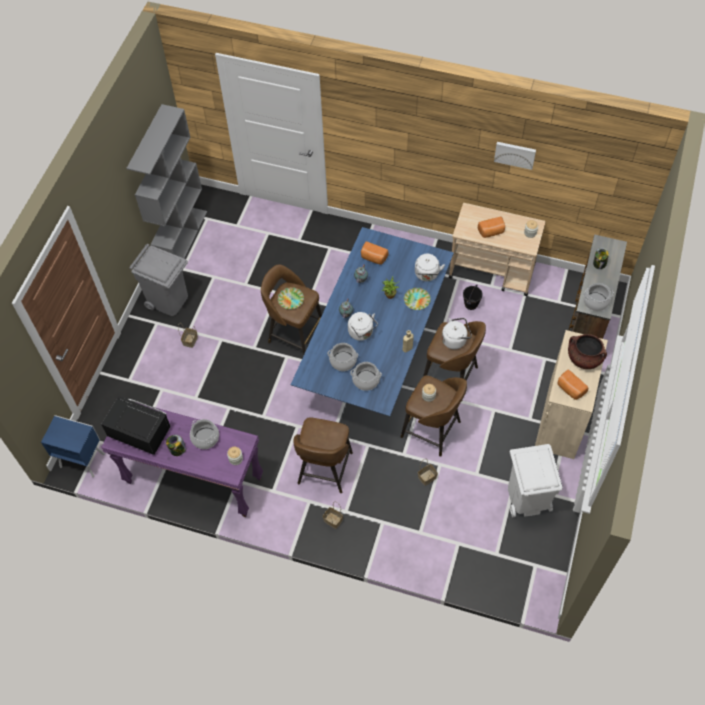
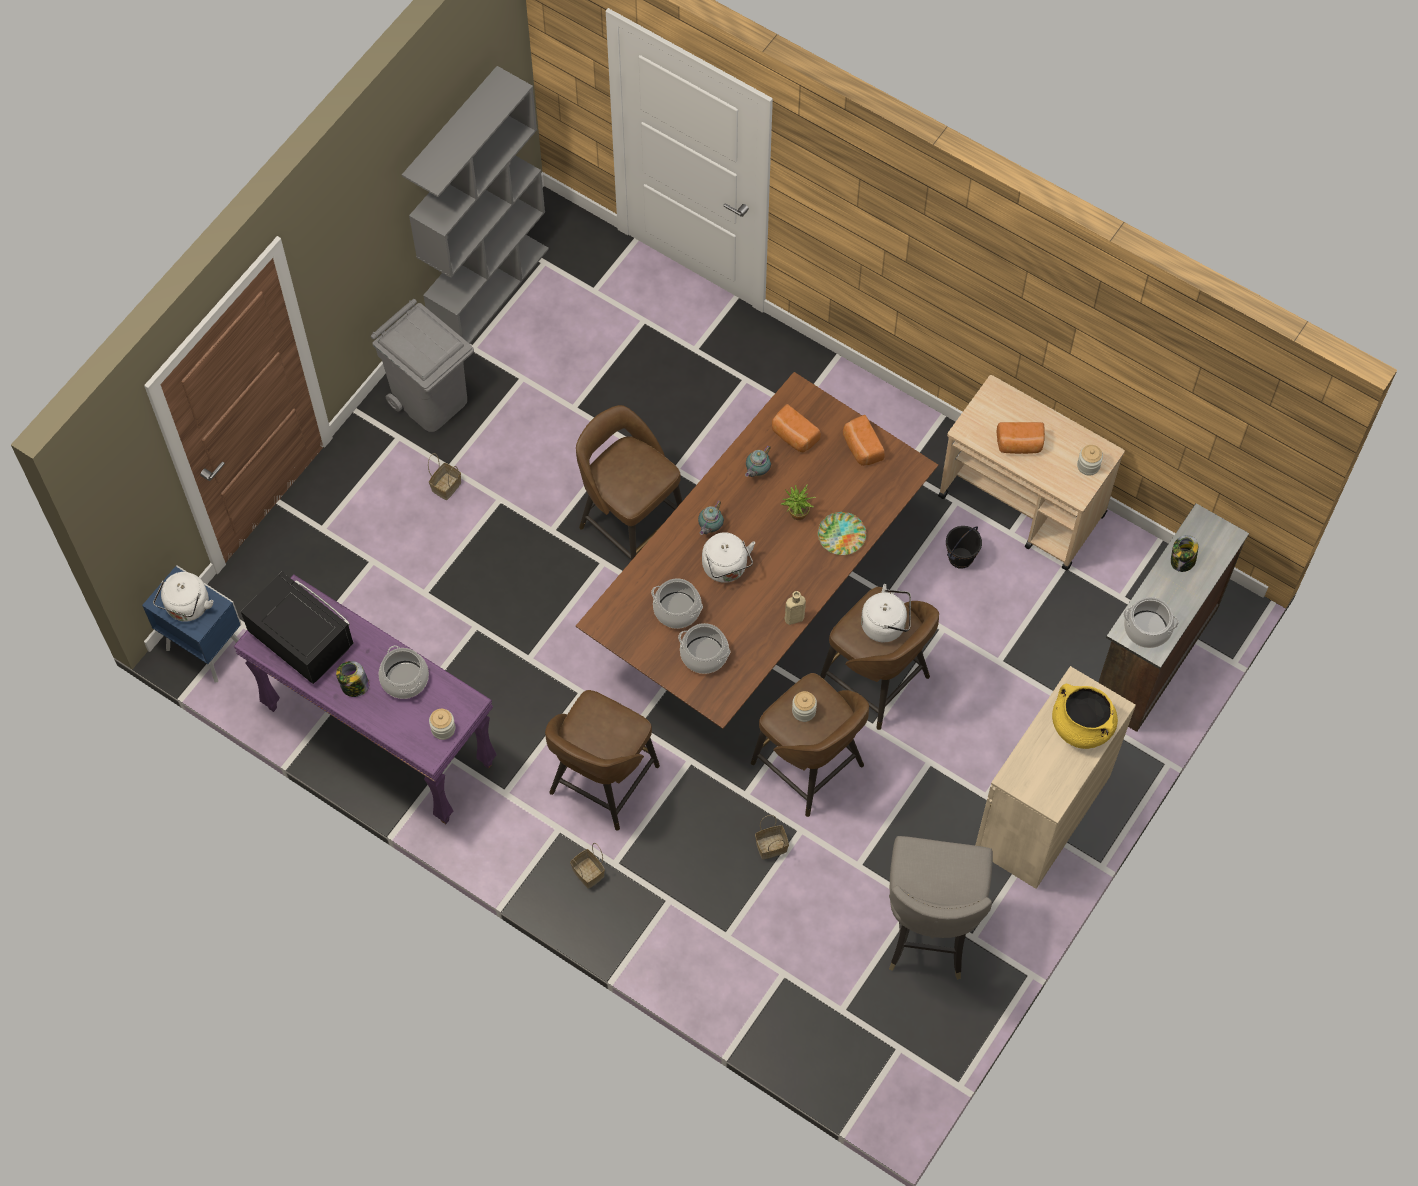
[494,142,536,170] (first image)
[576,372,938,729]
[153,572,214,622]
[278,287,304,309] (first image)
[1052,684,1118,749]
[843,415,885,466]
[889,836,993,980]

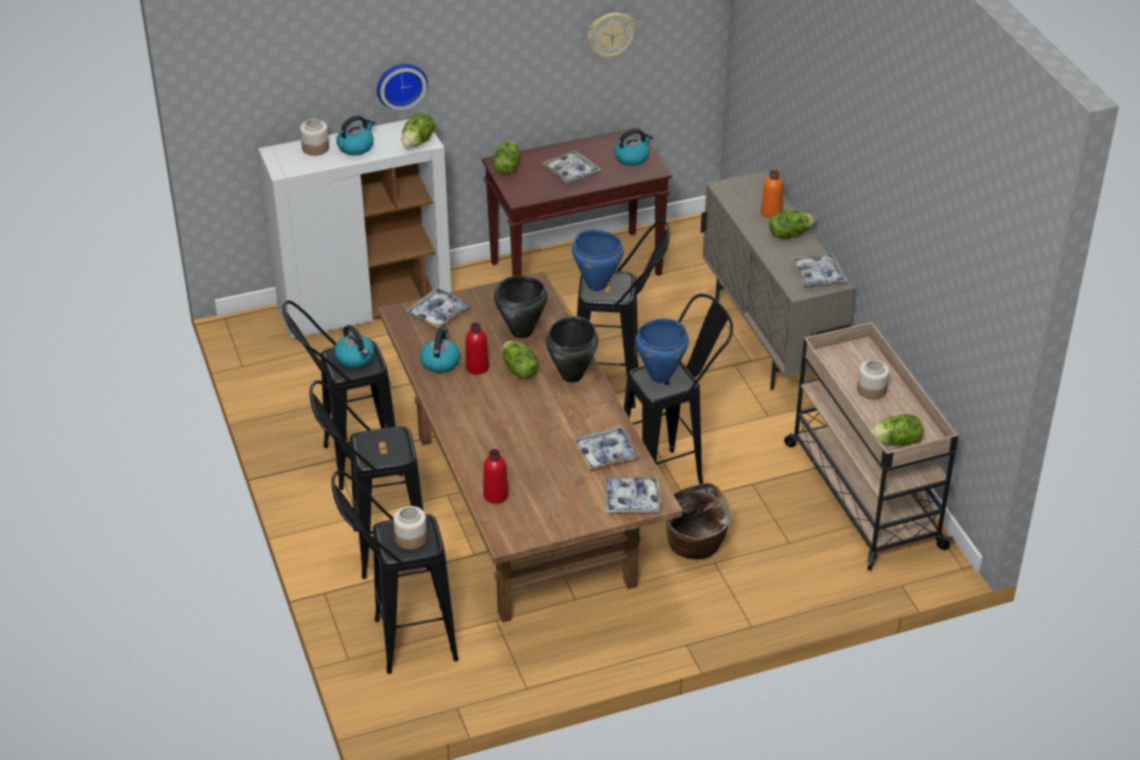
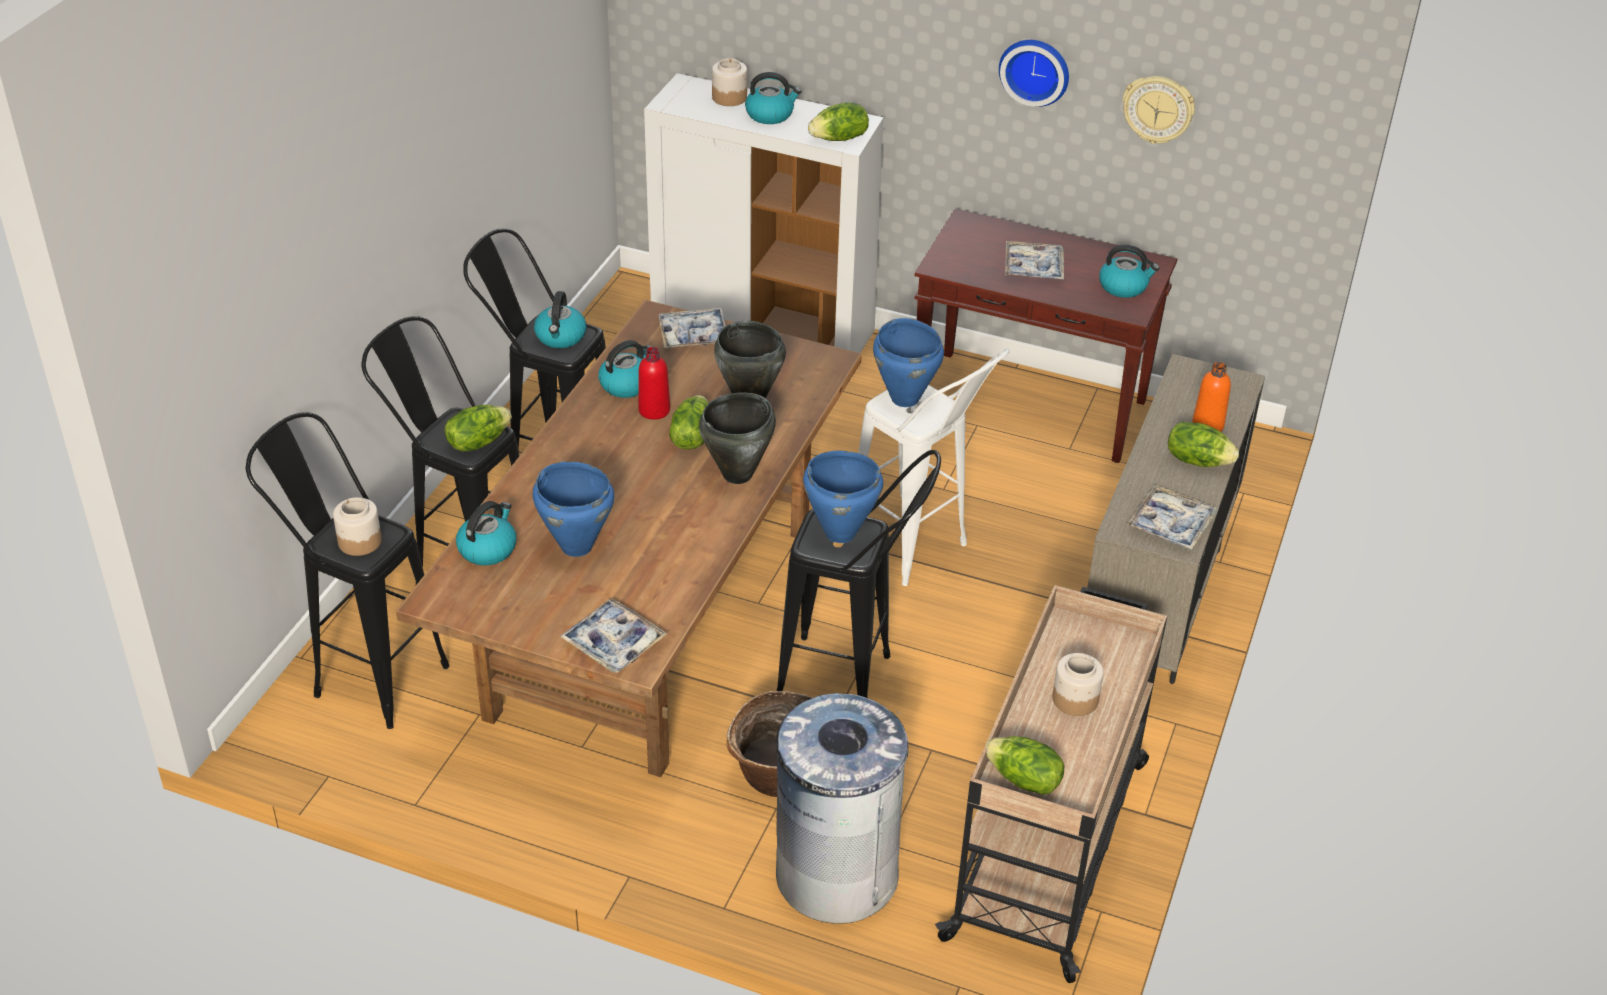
[999,40,1069,107]
[444,405,512,451]
[858,348,1010,586]
[574,427,639,469] (first image)
[456,501,516,566]
[533,461,614,557]
[776,693,908,924]

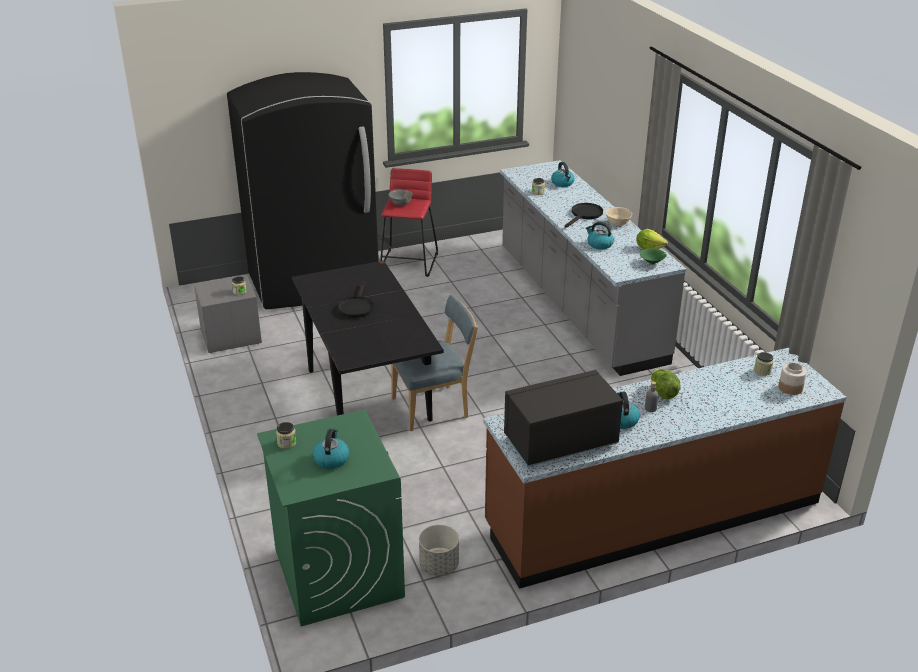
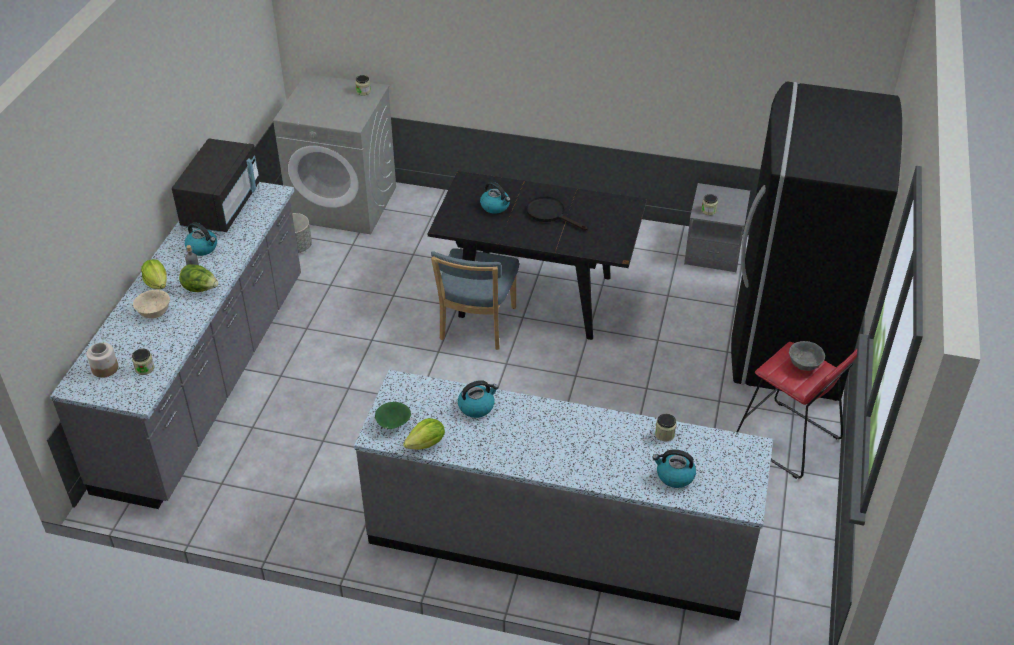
[565,203,603,227] (first image)
[133,289,170,319]
[50,182,301,509]
[273,74,396,234]
[480,182,511,214]
[141,259,167,289]

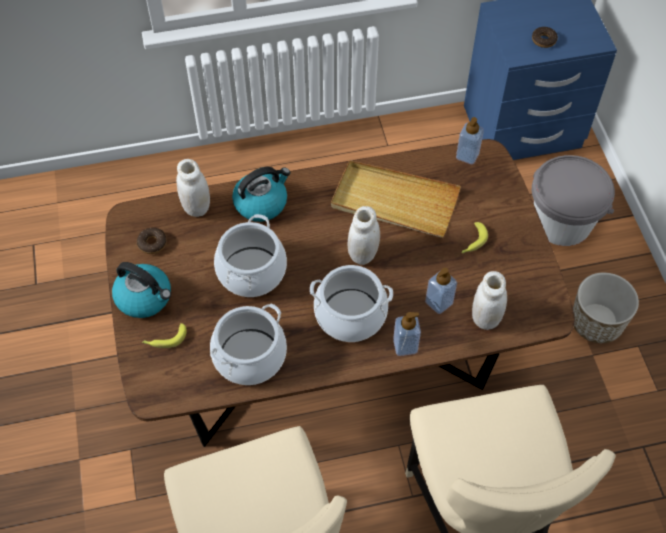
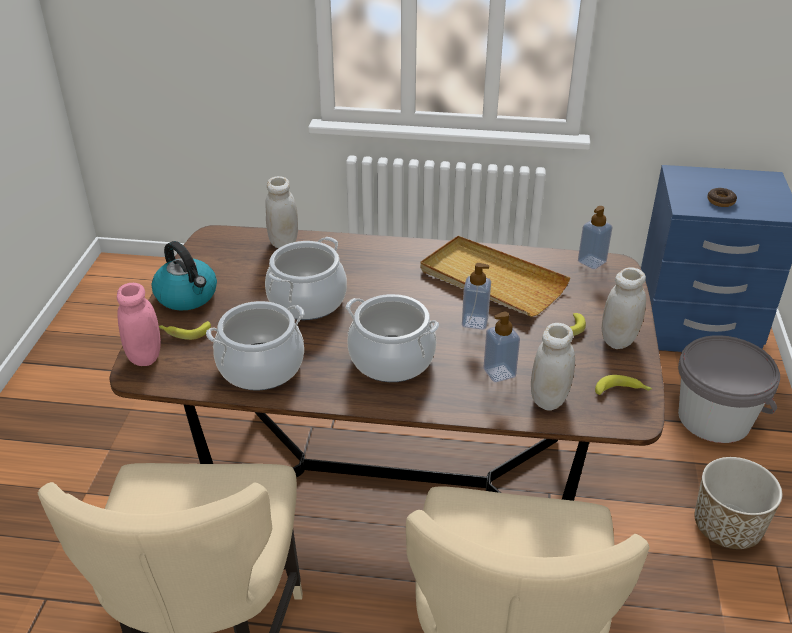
[232,167,290,222] (first image)
[602,267,646,349]
[137,228,167,254] (first image)
[462,263,491,330]
[117,283,161,366]
[595,375,652,395]

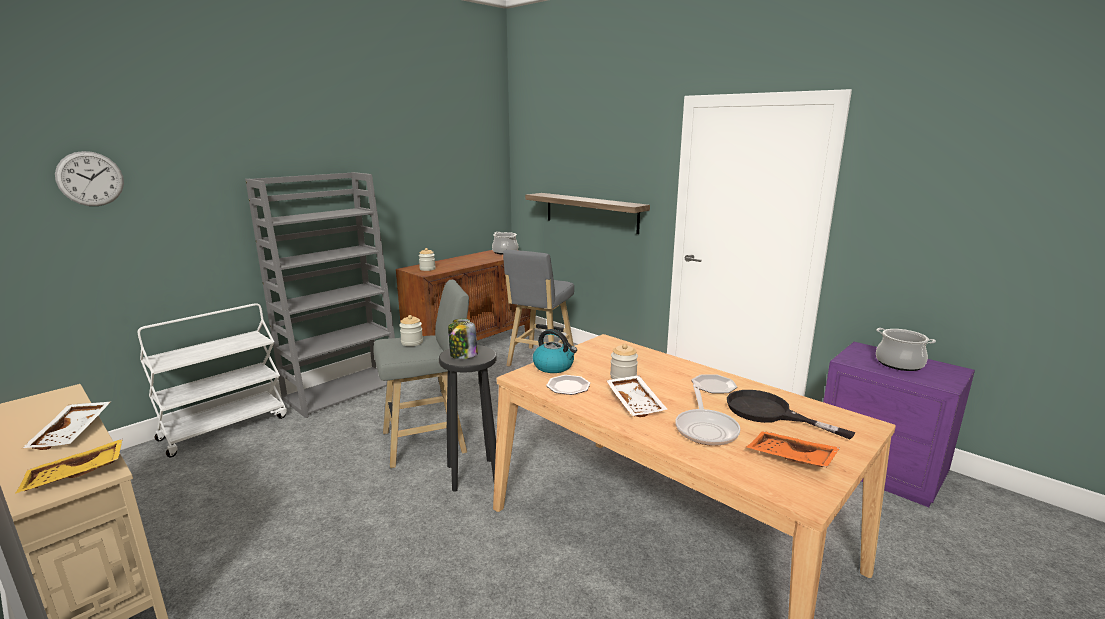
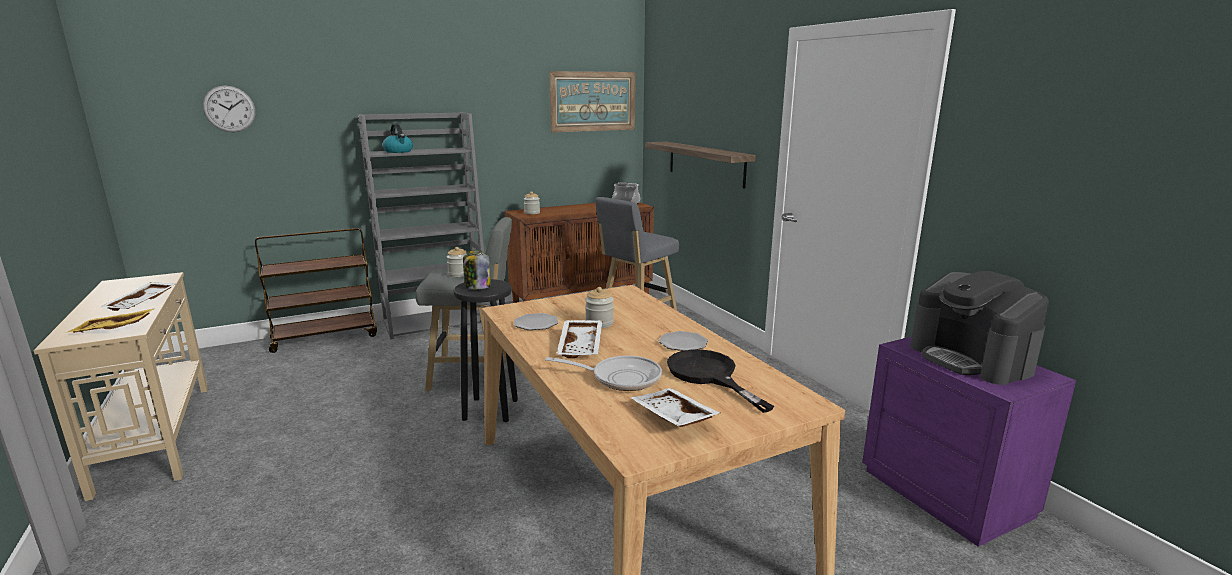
[255,228,377,353]
[910,271,1049,385]
[382,123,413,153]
[545,355,662,391]
[631,388,721,427]
[549,71,635,132]

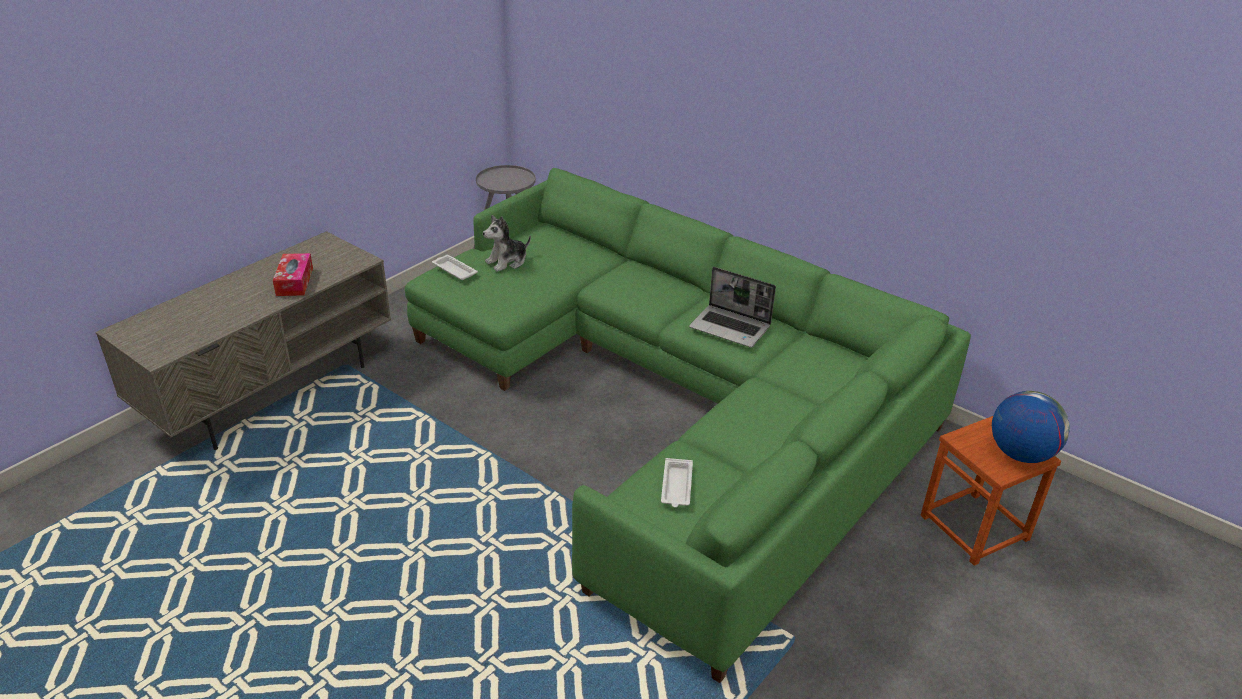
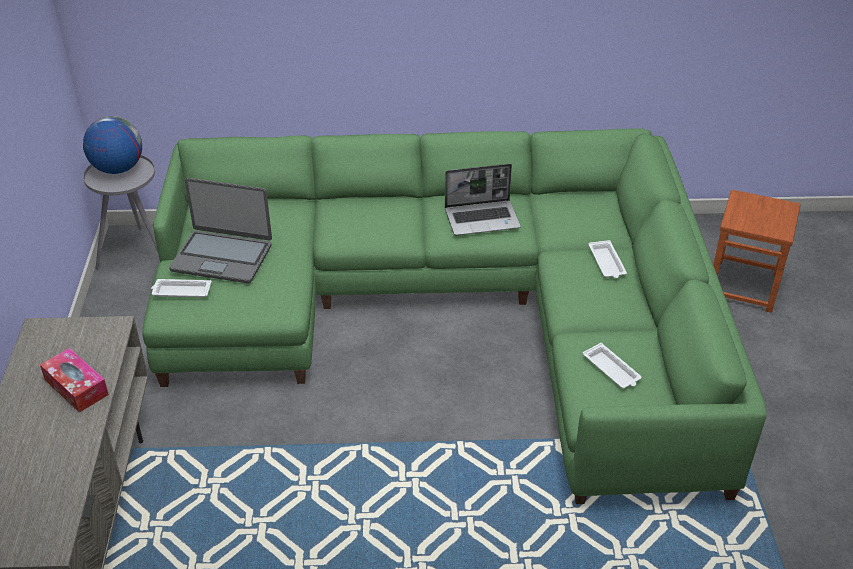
[169,178,272,283]
[83,116,142,174]
[588,240,627,278]

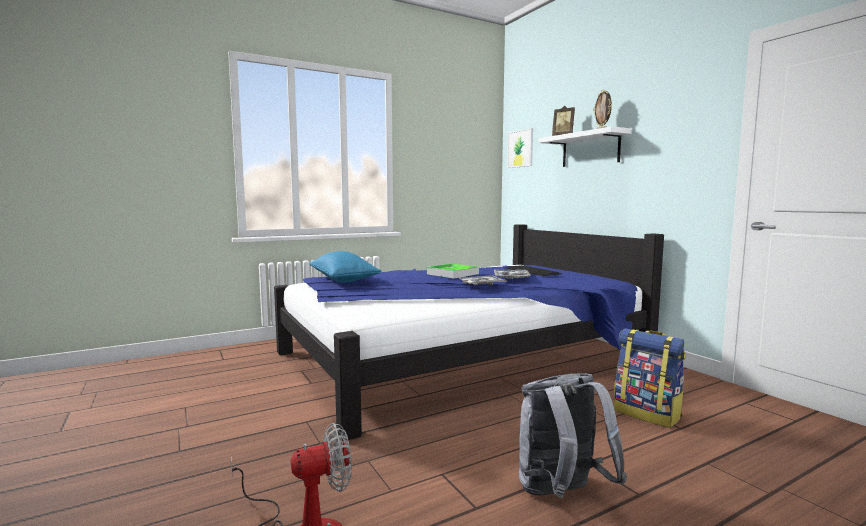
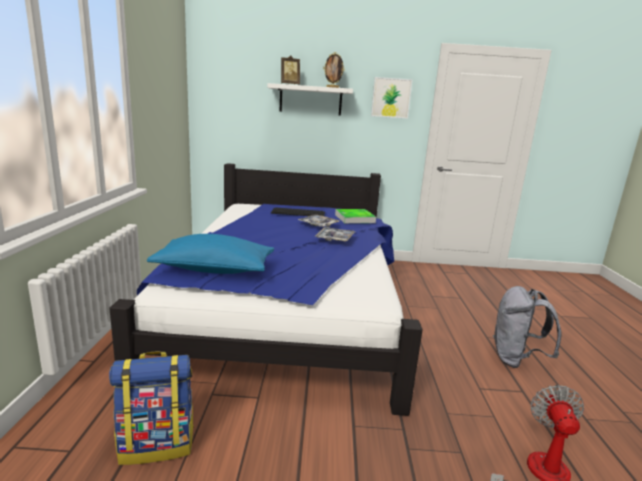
[371,77,413,119]
[335,209,376,223]
[109,351,194,465]

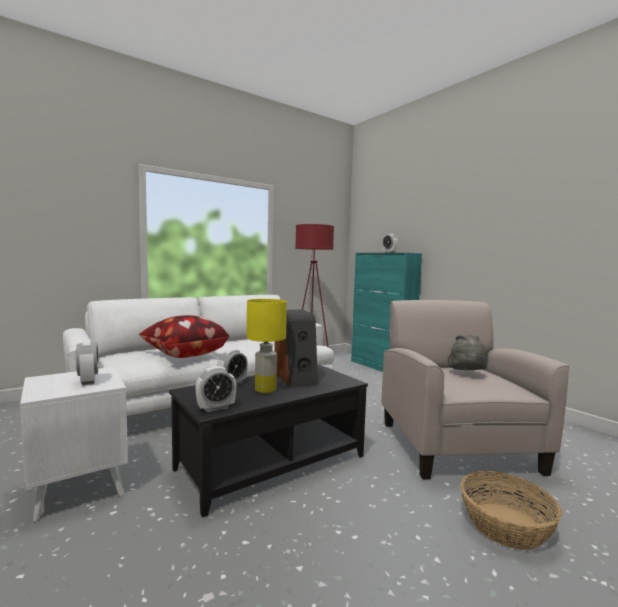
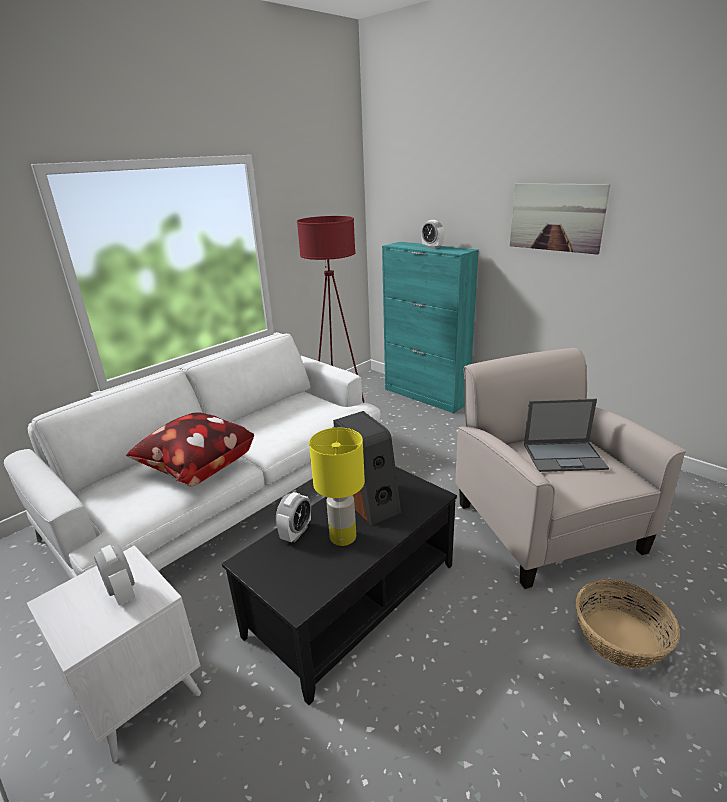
[524,399,609,472]
[196,366,236,412] (first image)
[510,183,610,255]

